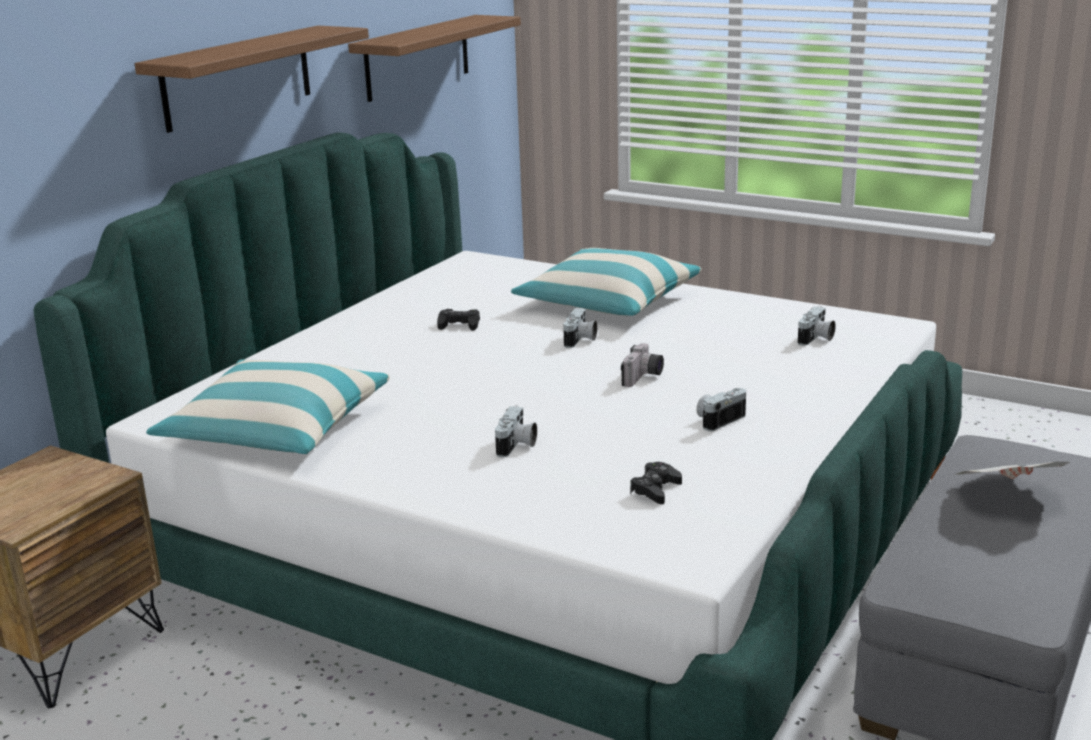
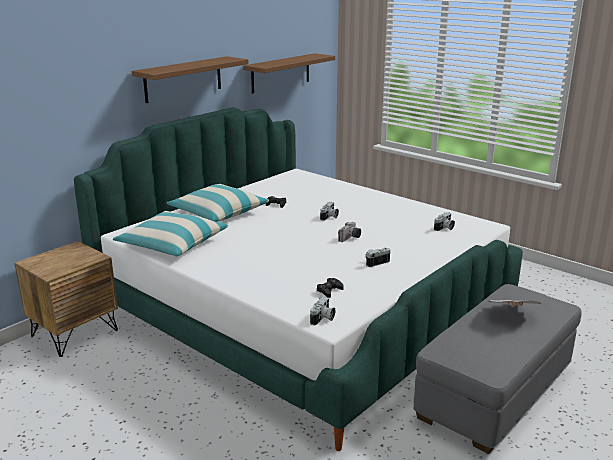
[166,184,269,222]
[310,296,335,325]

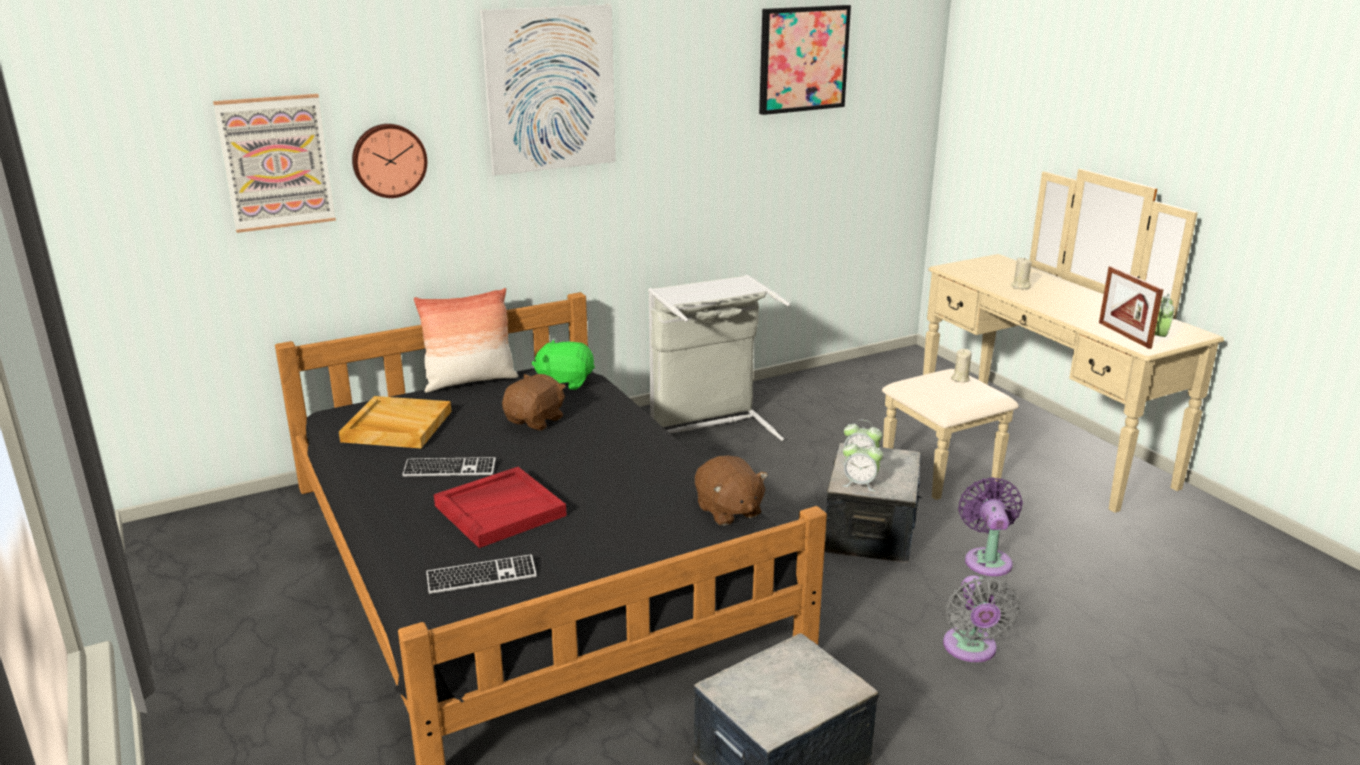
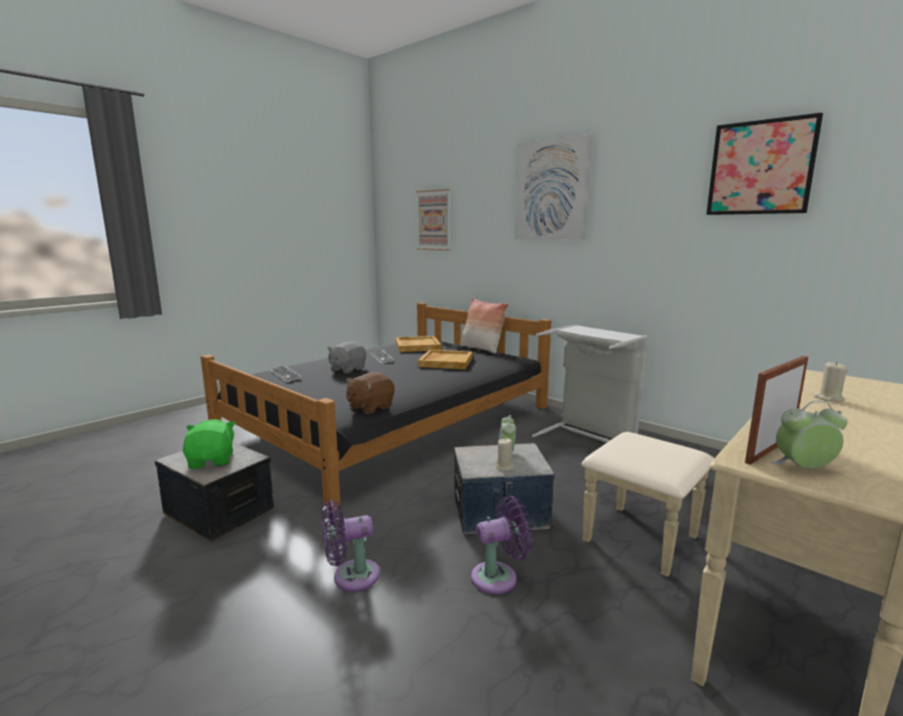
[352,124,427,198] (first image)
[183,419,235,469]
[496,438,514,471]
[418,350,473,369]
[842,439,883,492] (first image)
[327,342,366,374]
[322,500,380,591]

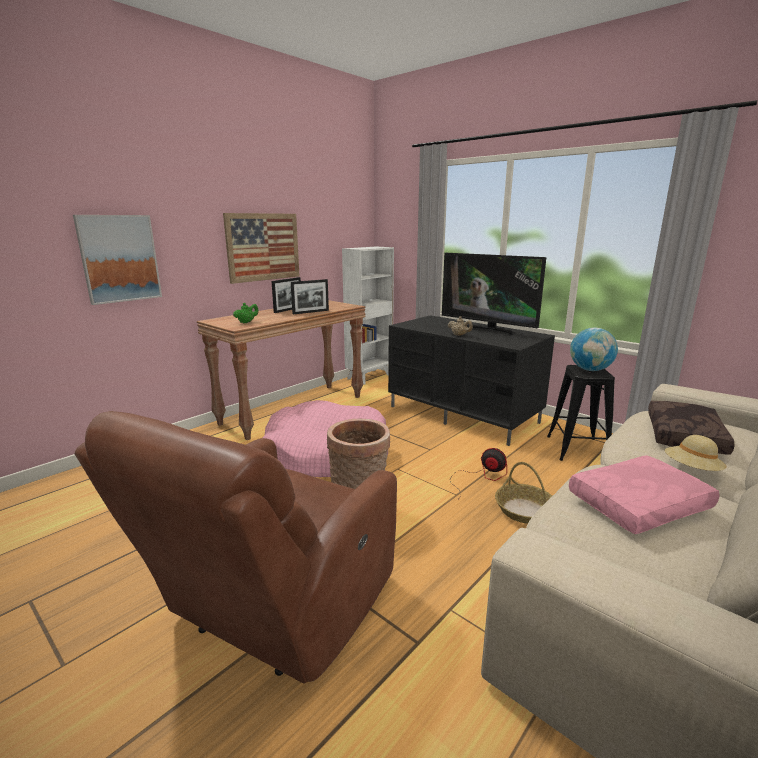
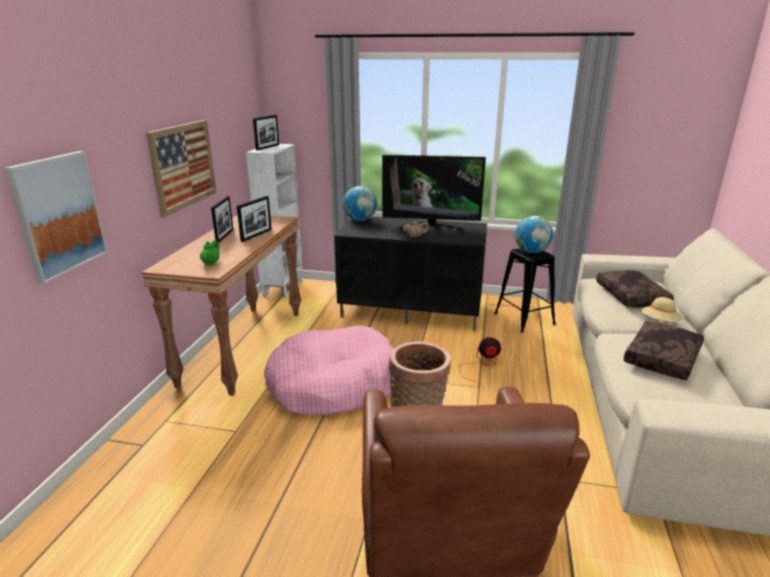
[624,321,704,380]
[495,462,552,524] (first image)
[253,115,279,150]
[343,186,377,221]

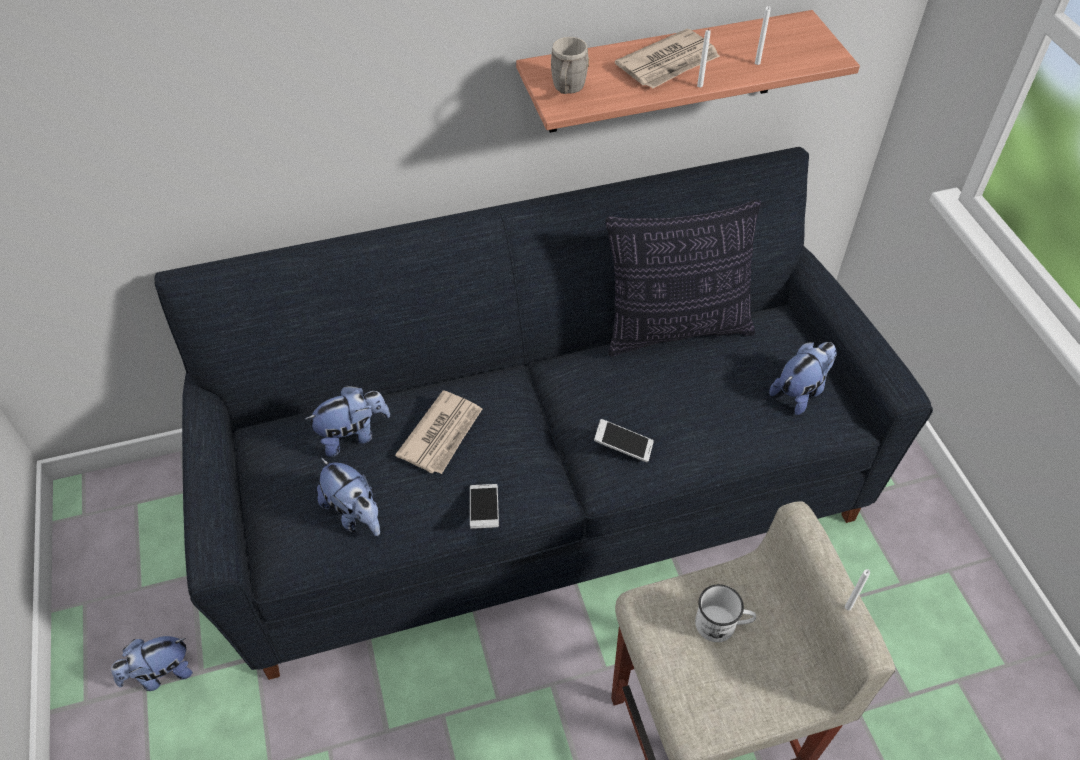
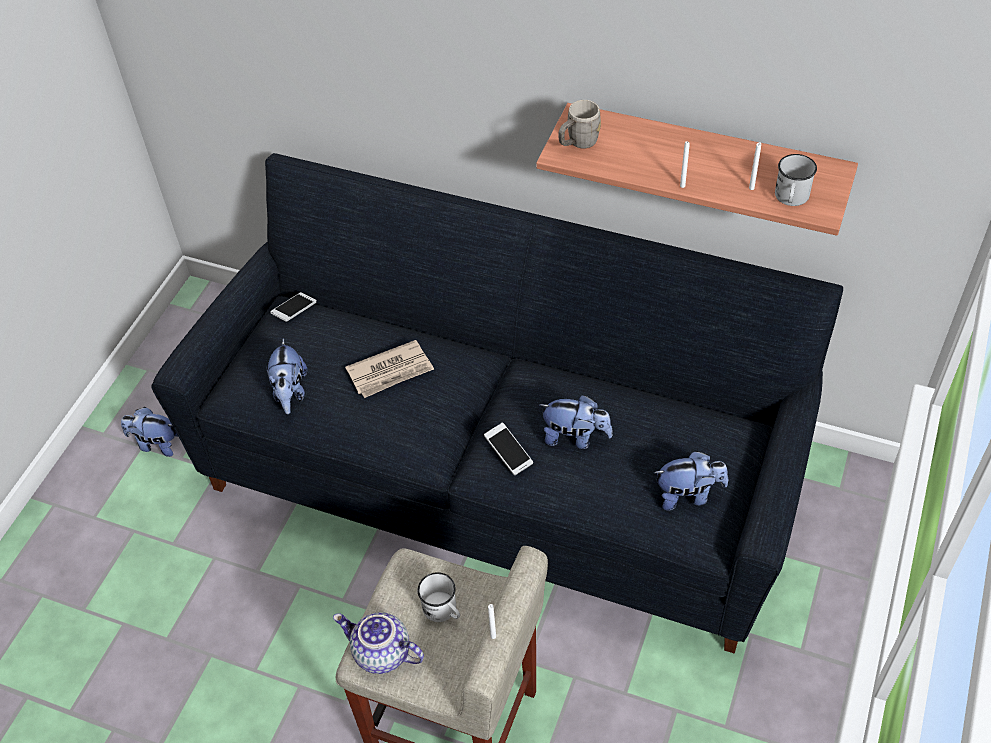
[615,29,720,89] (first image)
[605,199,761,357] (first image)
[540,395,613,449]
[270,292,317,322]
[775,154,817,206]
[333,612,424,674]

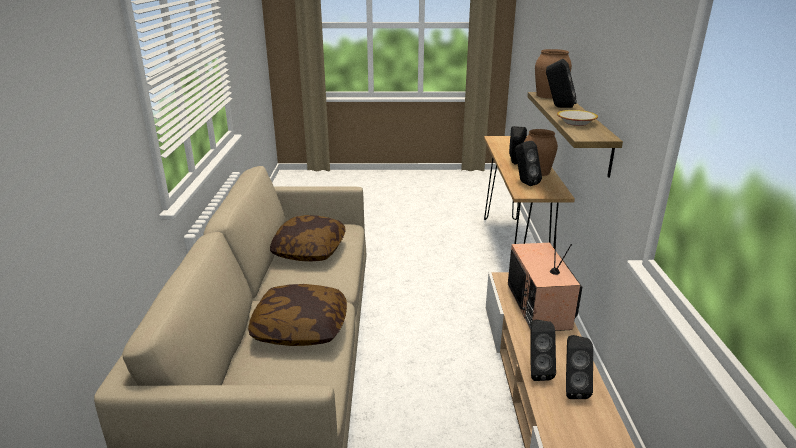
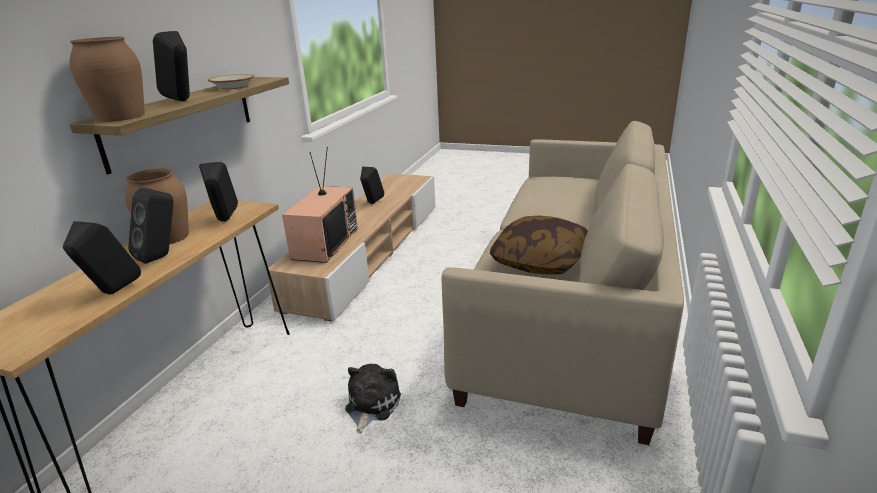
[248,284,347,346] (first image)
[63,221,141,294]
[345,364,401,434]

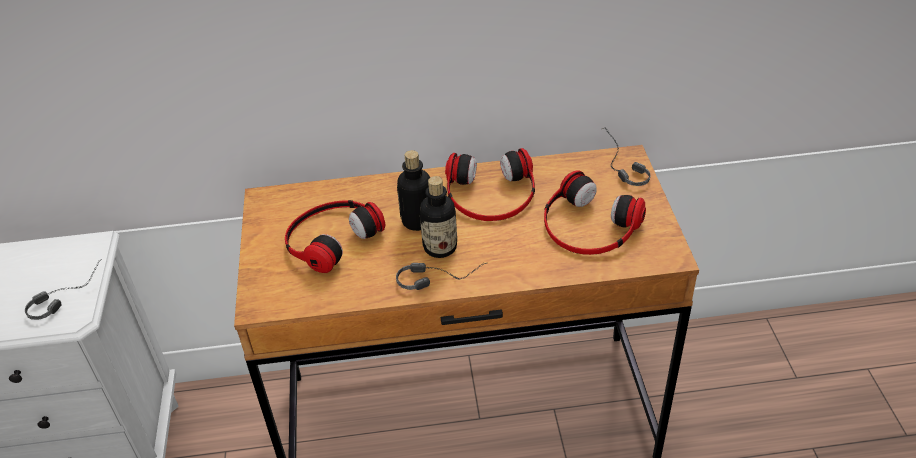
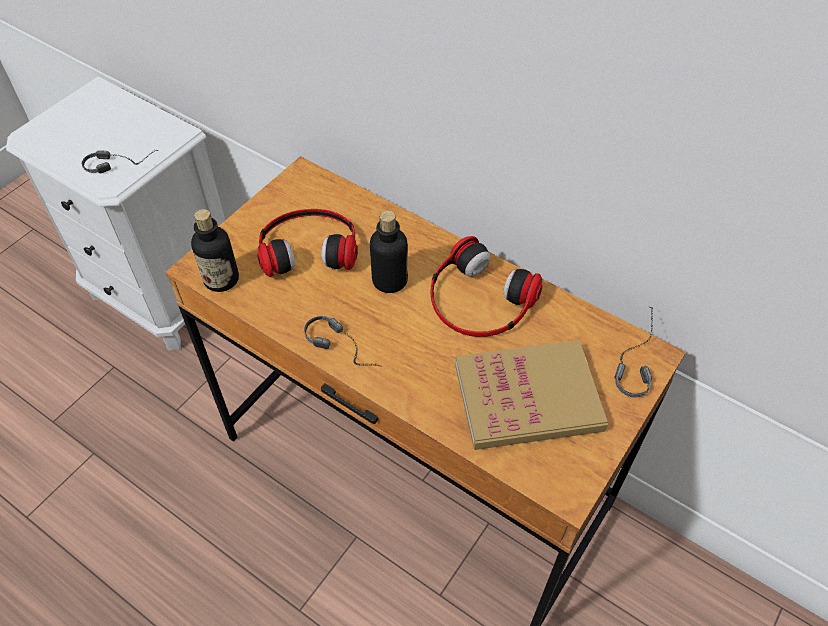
[455,340,608,450]
[191,209,239,292]

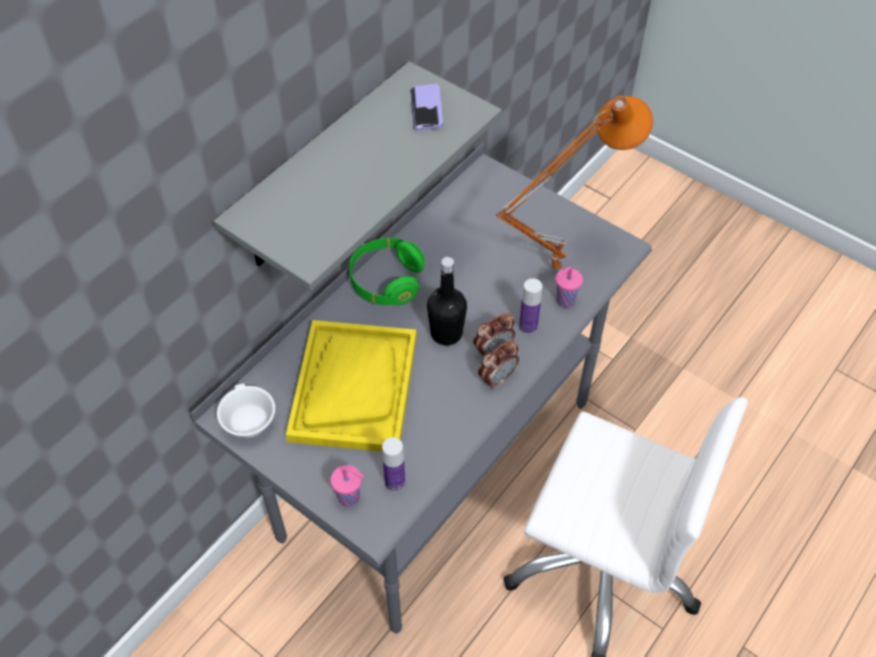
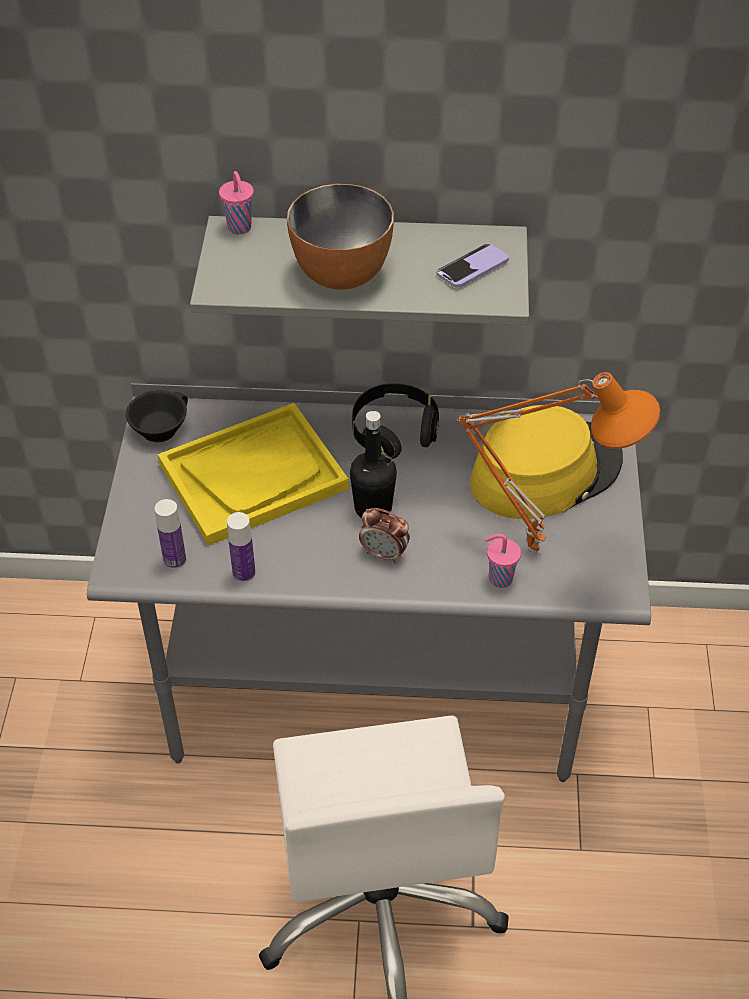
[352,383,439,459]
[227,512,255,582]
[478,340,519,390] (first image)
[126,390,188,442]
[219,171,254,235]
[287,184,394,290]
[470,405,623,519]

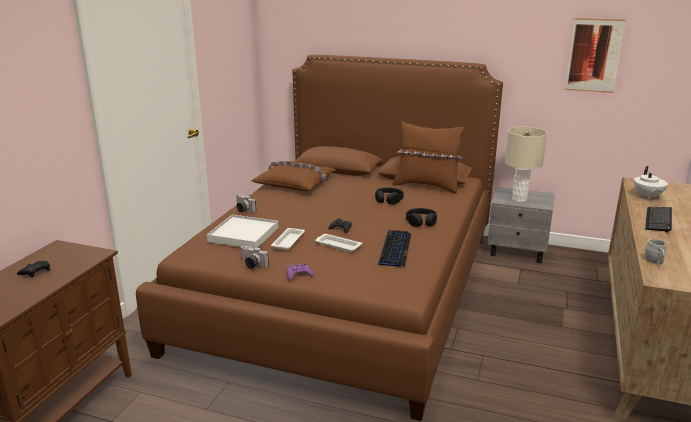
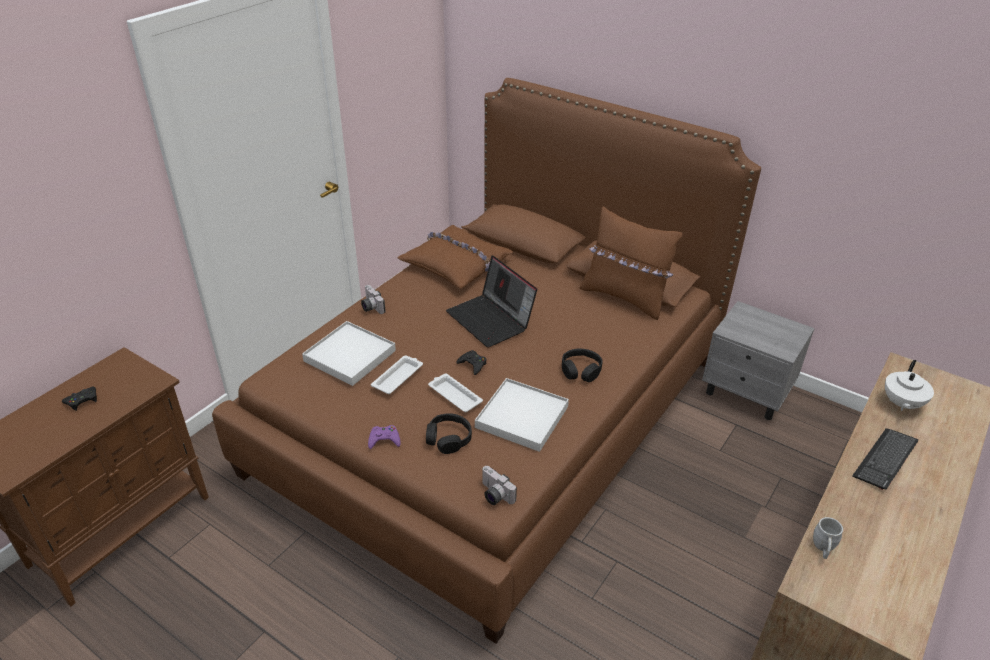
[565,18,626,93] (first image)
[505,127,547,202] (first image)
[426,413,472,454]
[475,378,569,452]
[482,466,517,505]
[446,255,537,348]

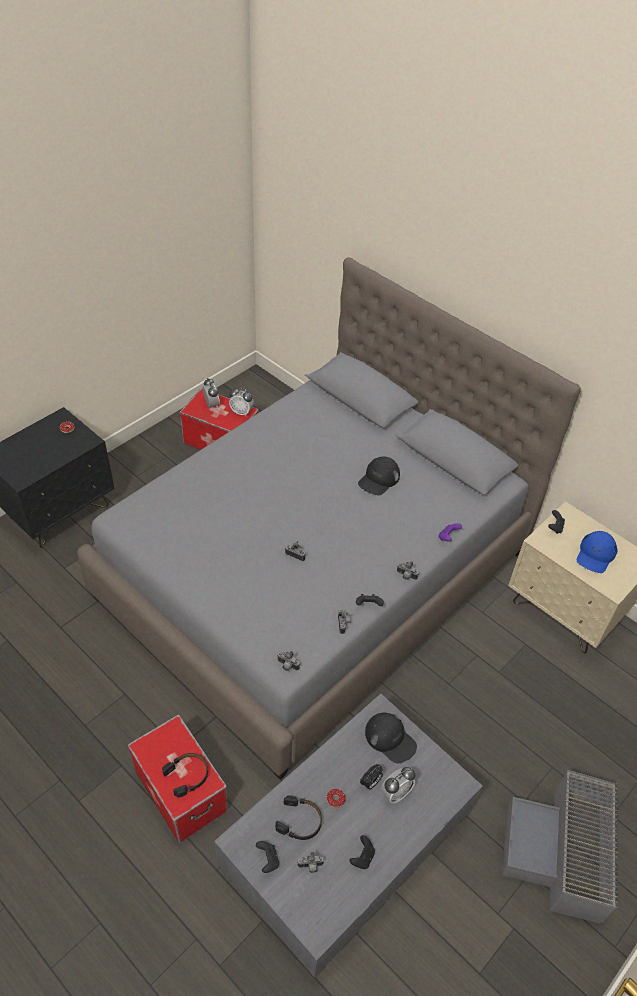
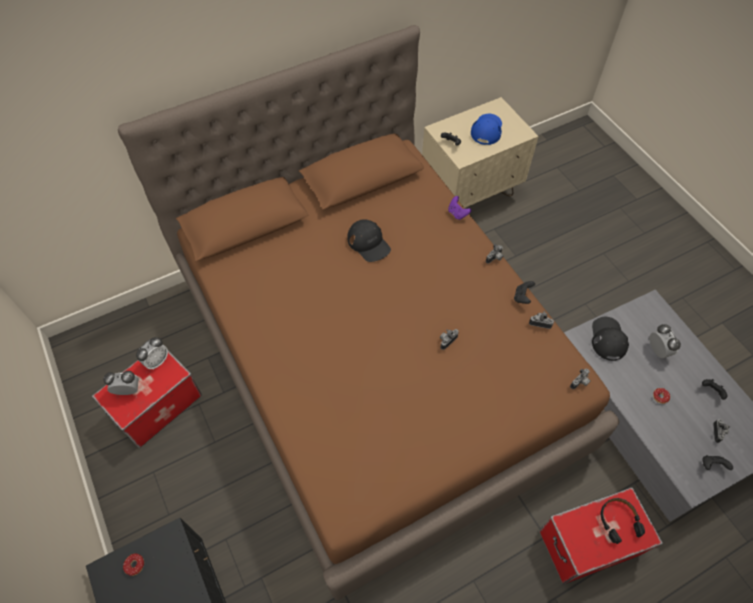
[118,25,619,601]
[471,114,502,145]
[592,317,629,361]
[360,764,383,790] (first image)
[502,770,618,924] (first image)
[275,795,322,840] (first image)

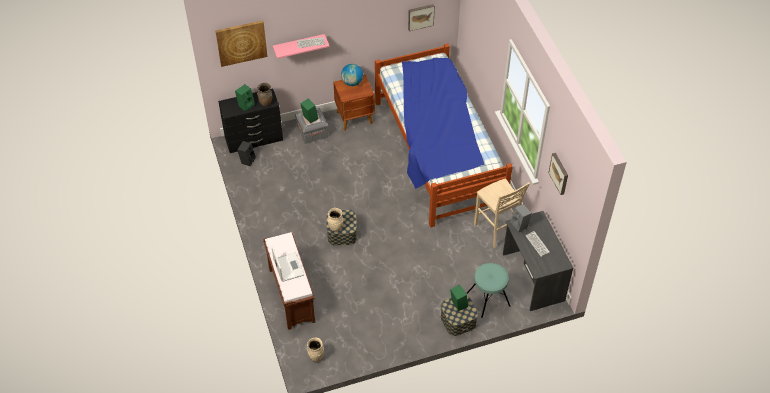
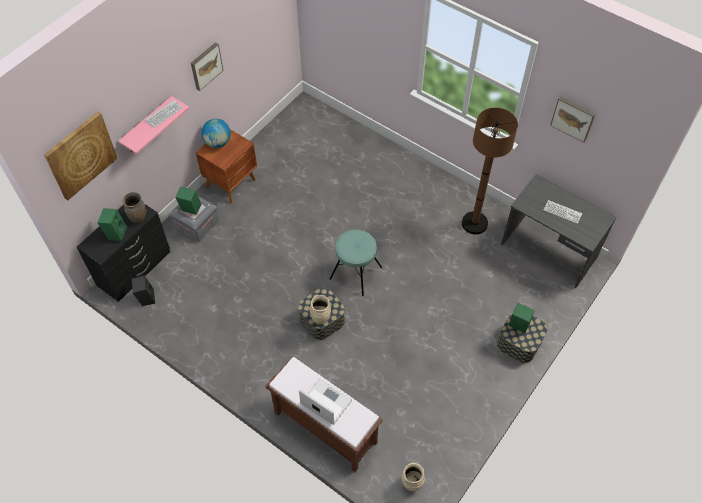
[191,42,224,91]
[375,43,512,228] (first image)
[462,108,518,234]
[510,204,532,233] (first image)
[330,230,382,296]

